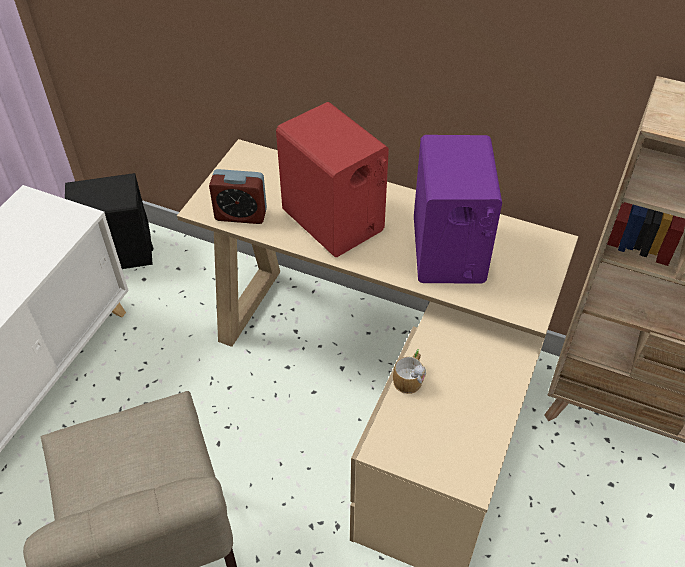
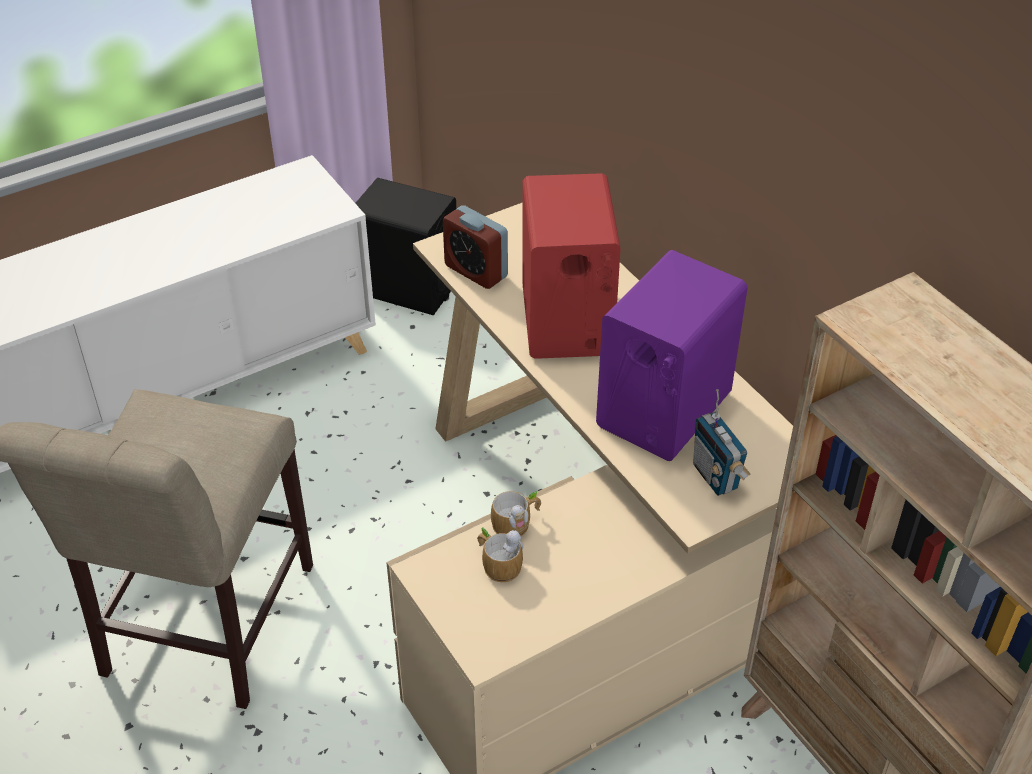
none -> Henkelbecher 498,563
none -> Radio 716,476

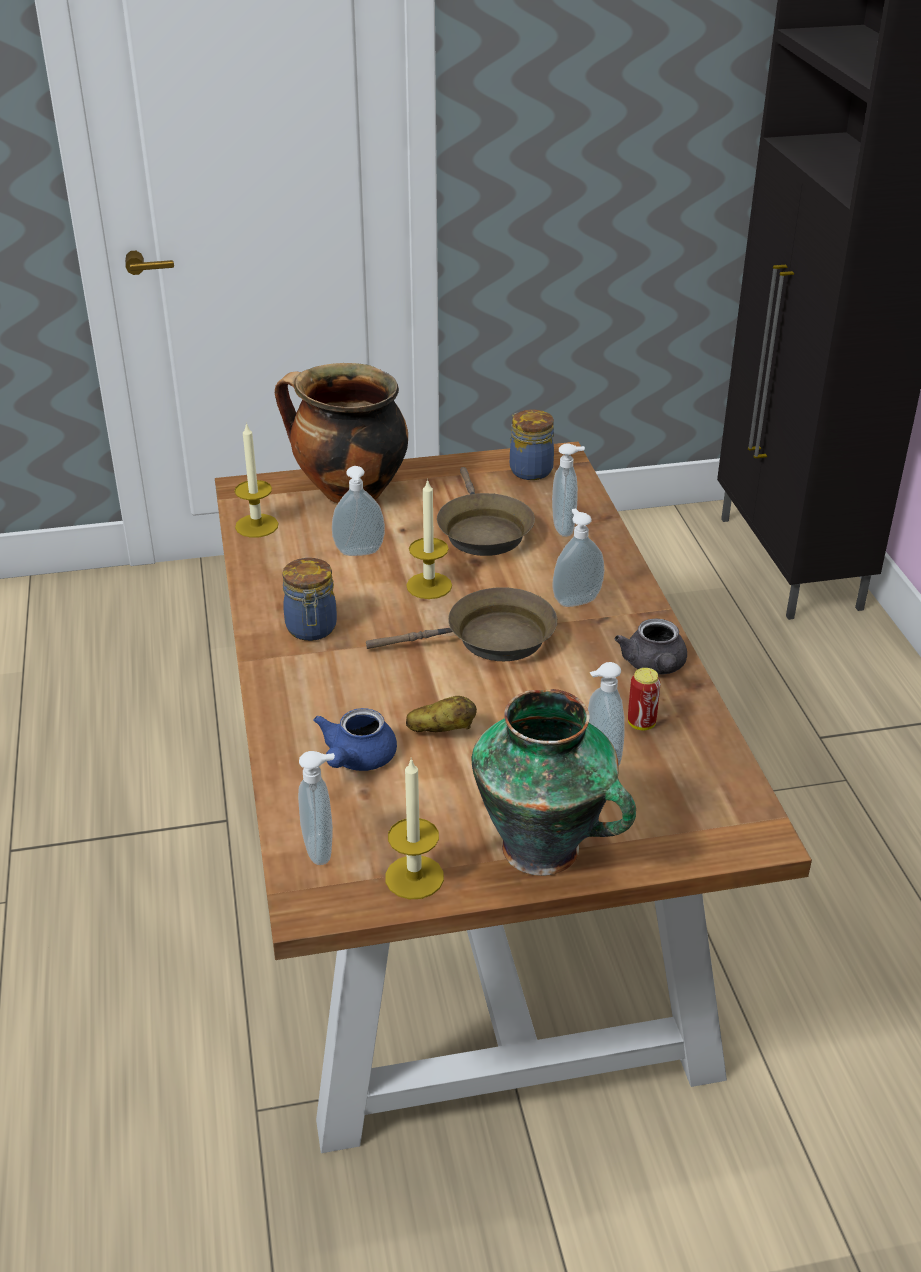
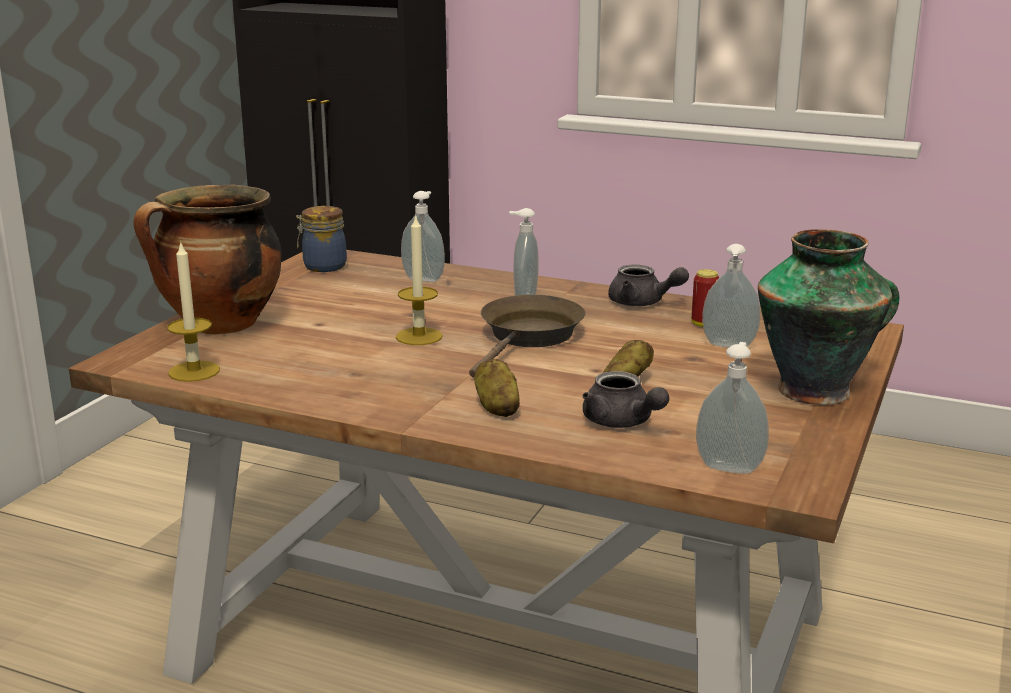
none -> Kartoffel 496,407
Teekanne (blau) 356,760 -> Teekanne (grau) 622,423
Vorratsglas 311,629 -> none
Seifenspender 359,553 -> none
Kerze 414,877 -> none
Pfanne (braun) 482,531 -> none

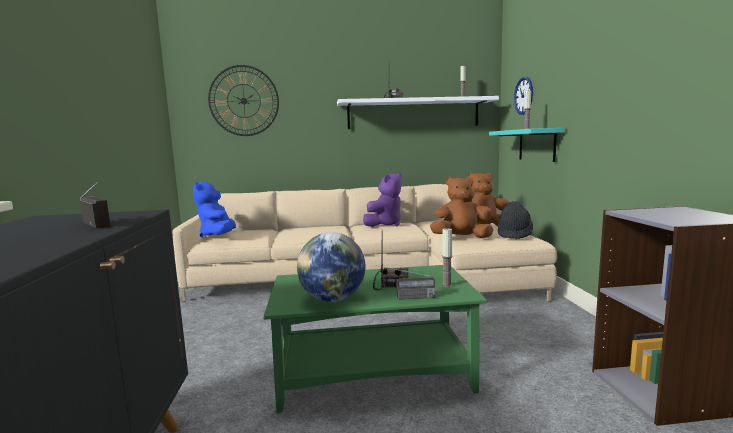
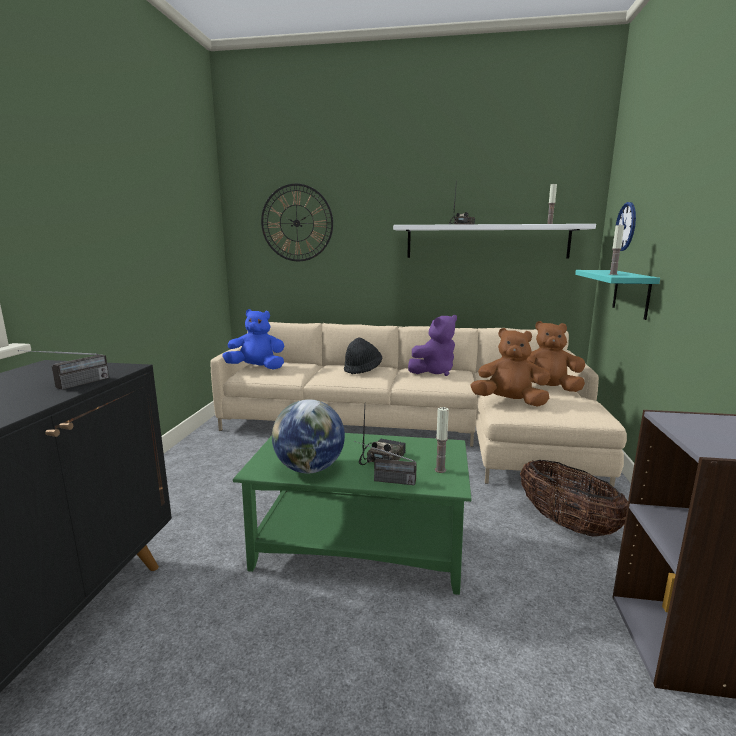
Radio 102,226 -> Radio 71,386, 60 degrees clockwise
Plüschtier (blau) 218,236 -> Plüschtier (blau) 257,368, 90 degrees clockwise
Hut (schwarz) 514,234 -> Hut (schwarz) 362,369, move
none -> Korb 566,524

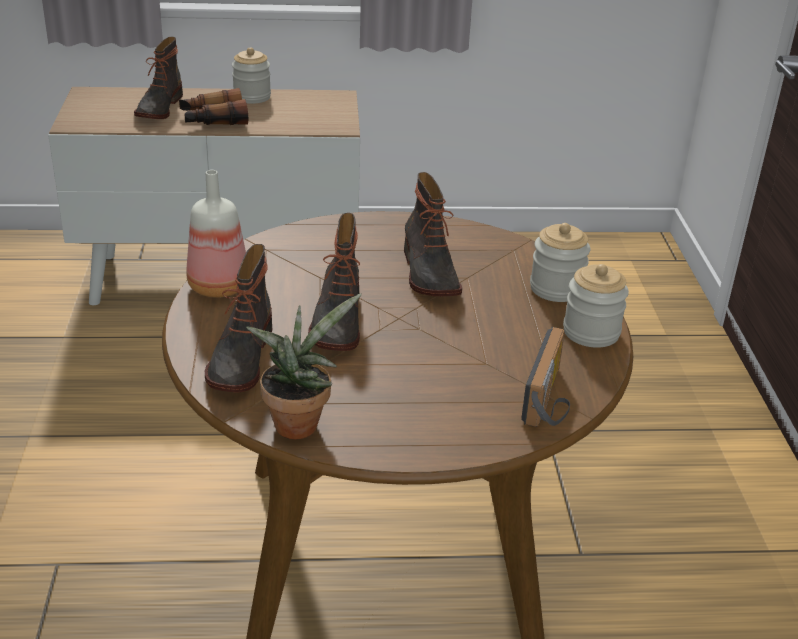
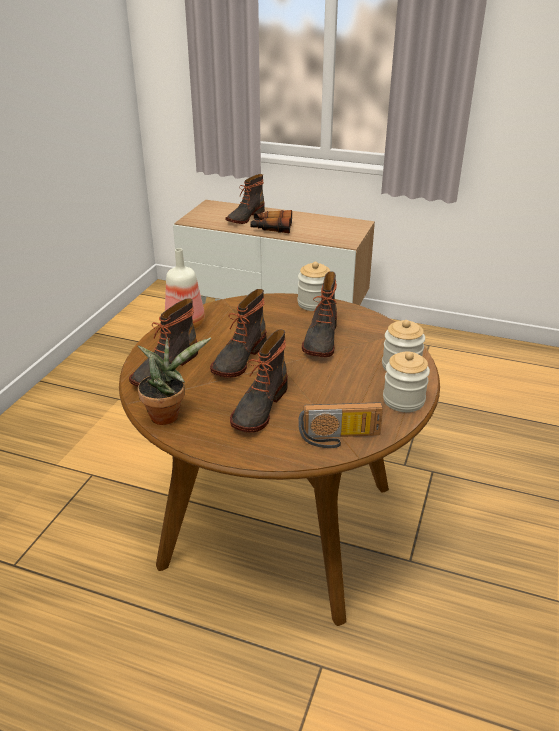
none -> Stiefel 259,407
Vorratsglas 252,97 -> Vorratsglas 314,303, move
Radio 551,399 -> Radio 339,438, 45 degrees clockwise

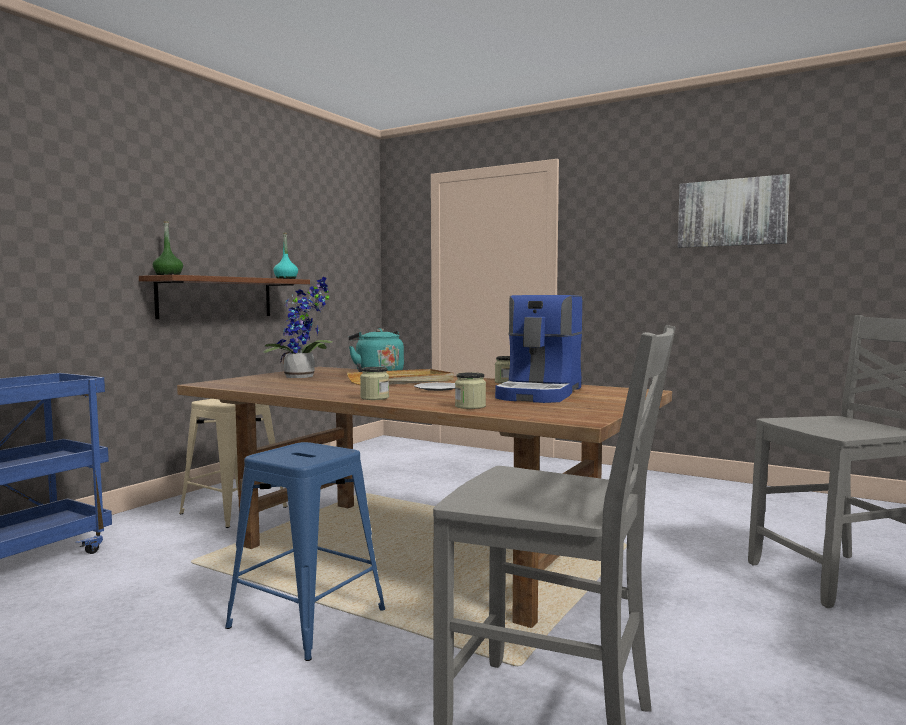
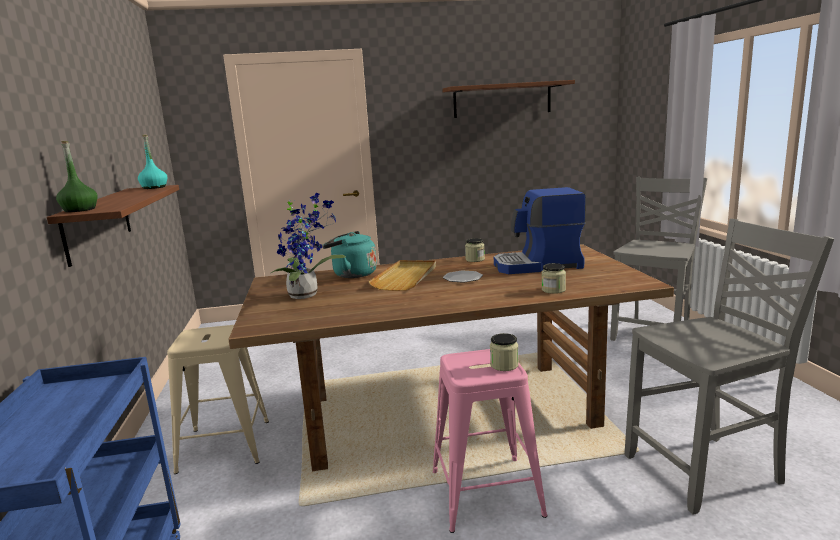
Hocker (blau) 307,619 -> Hocker (rosa) 486,493
Bild 731,213 -> Wandregal 502,100
Vorratsglas 374,398 -> Vorratsglas 504,365, move
Kaffeemaschine 541,393 -> Kaffeemaschine 538,265, 105 degrees clockwise

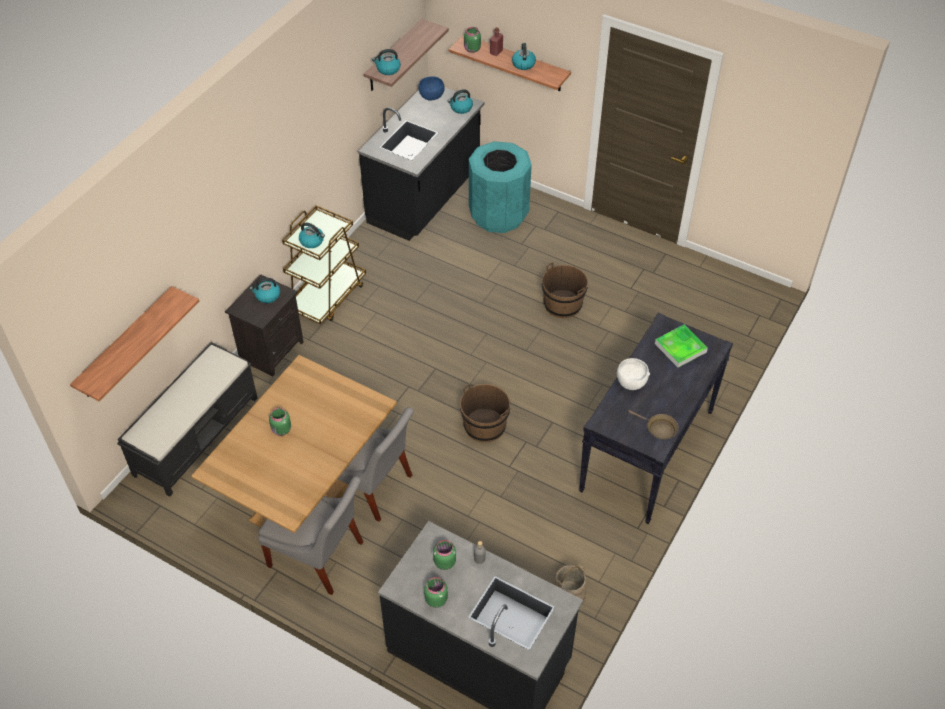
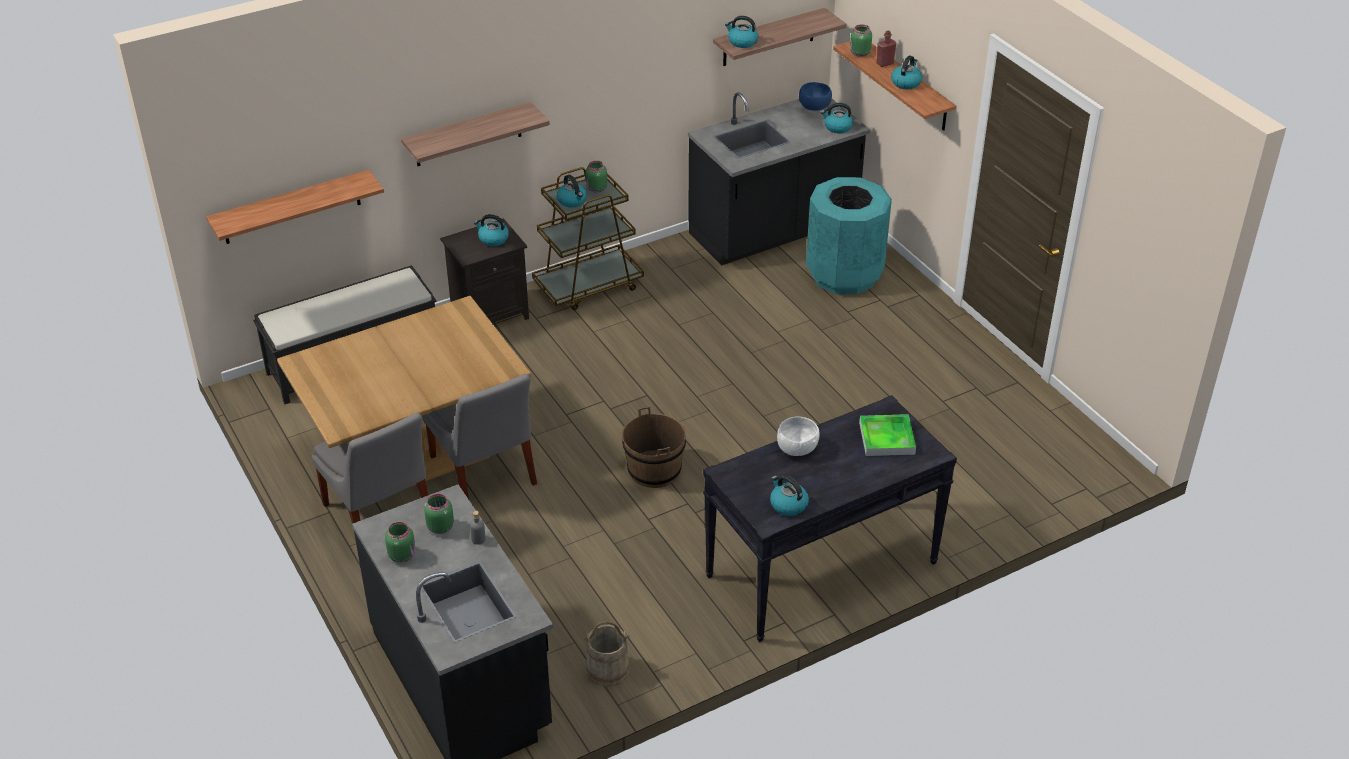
none -> Wandregal 468,135
Vorratsglas (grün) 281,430 -> Vorratsglas (grün) 596,189, move
Pfanne (braun) 659,429 -> Wasserkessel 788,505
Eimer (braun) 562,304 -> none

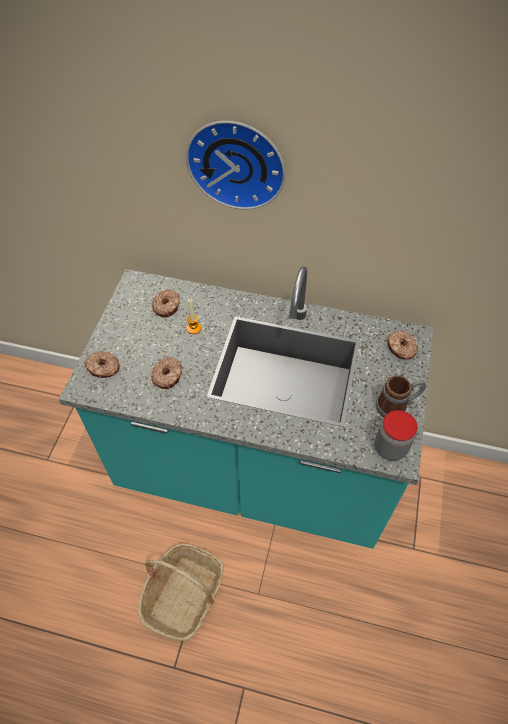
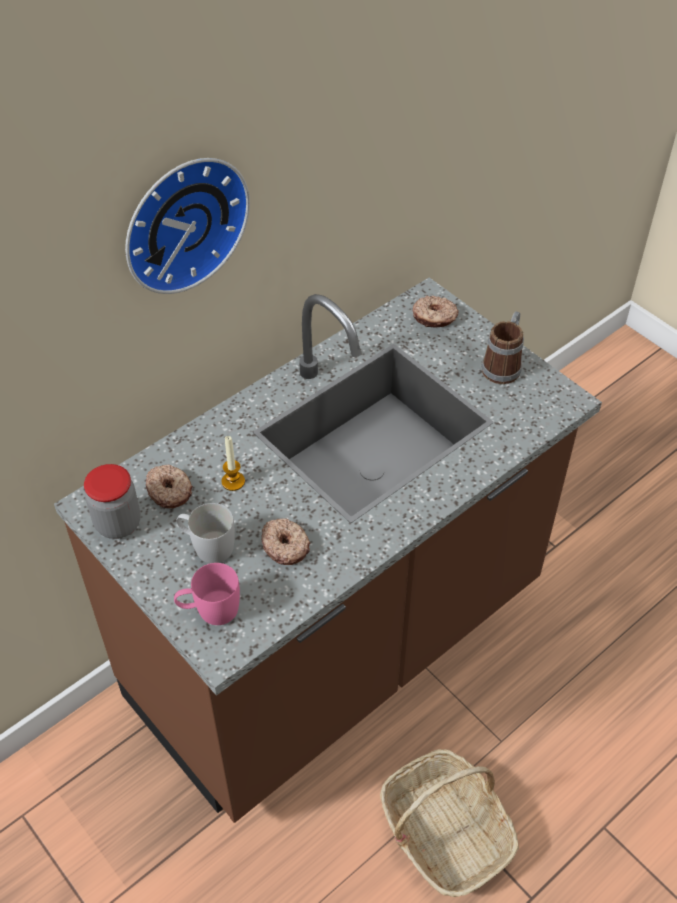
Küchenzeile (türkis) 254,472 -> Küchenzeile (braun) 338,647
Vorratsglas 390,448 -> Vorratsglas 118,523, move
Donut 103,368 -> Henkelbecher (rosa) 209,610
none -> Henkelbecher (weiß) 207,545

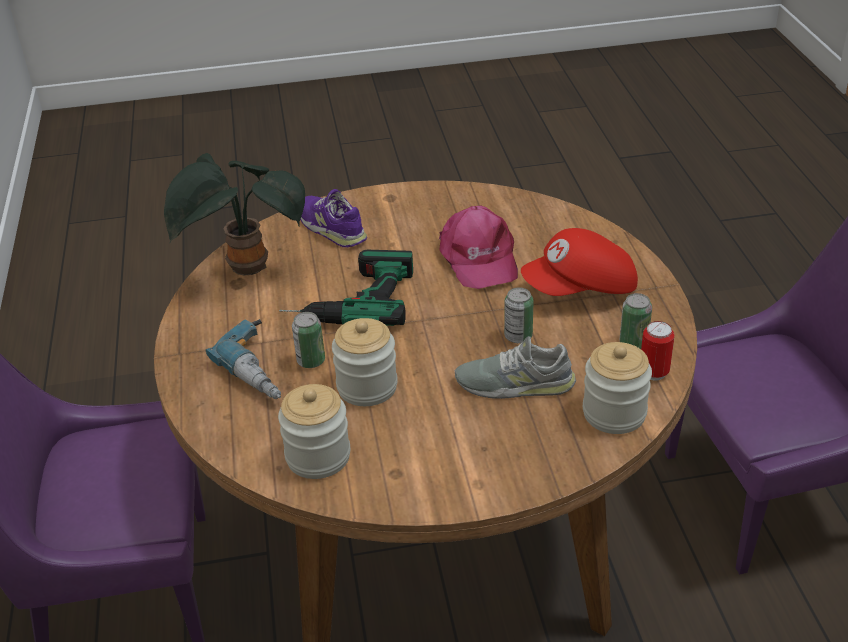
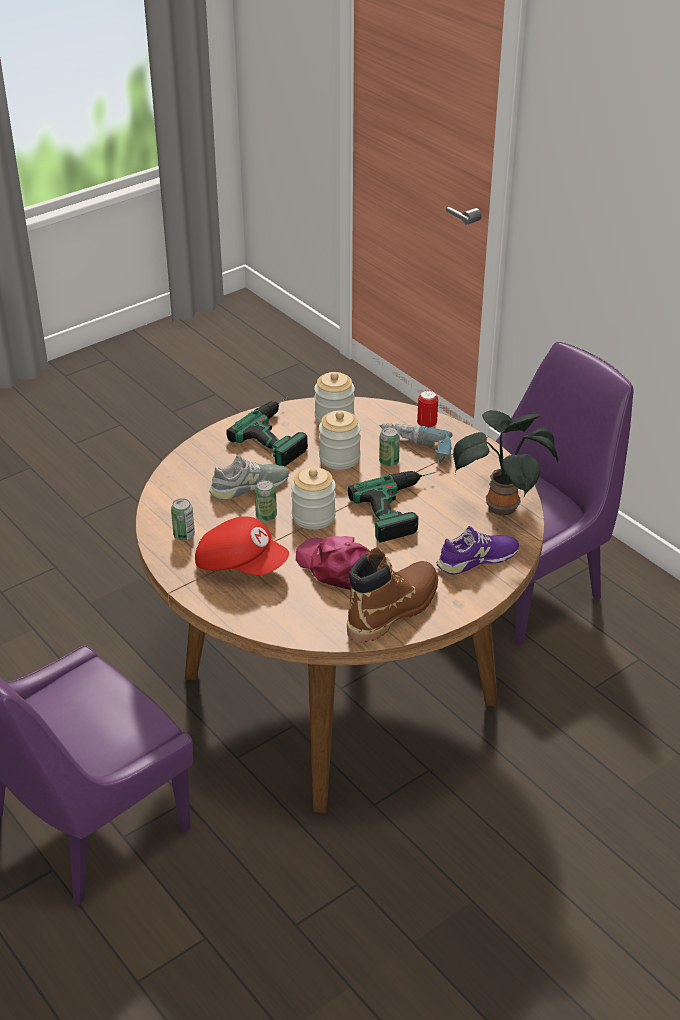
Kappe (rot) 581,289 -> Kappe (rot) 241,564, 75 degrees clockwise
none -> Bohrmaschine 281,433
Vorratsglas 614,413 -> Vorratsglas 313,517, move
none -> Stiefel (braun) 393,610
Dose 654,372 -> Dose 427,425, move
Schuh (lila) 331,227 -> Schuh (lila) 477,559, 45 degrees counterclockwise

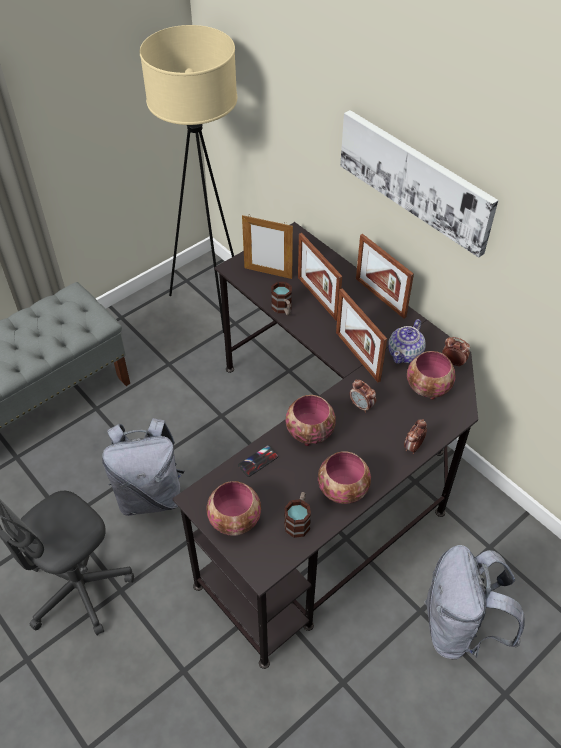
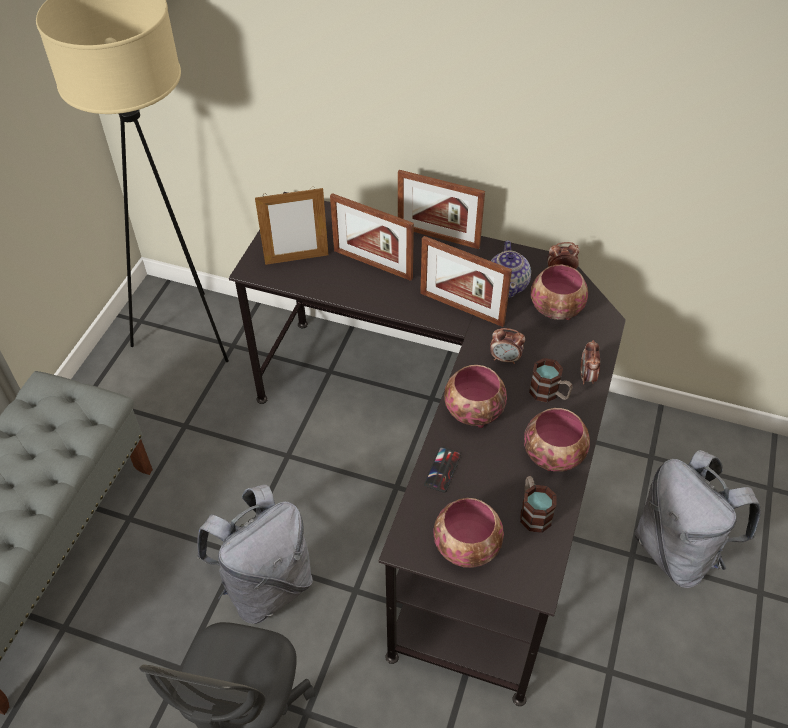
Henkelbecher 283,309 -> Henkelbecher 549,393, move
Bild 415,179 -> none

